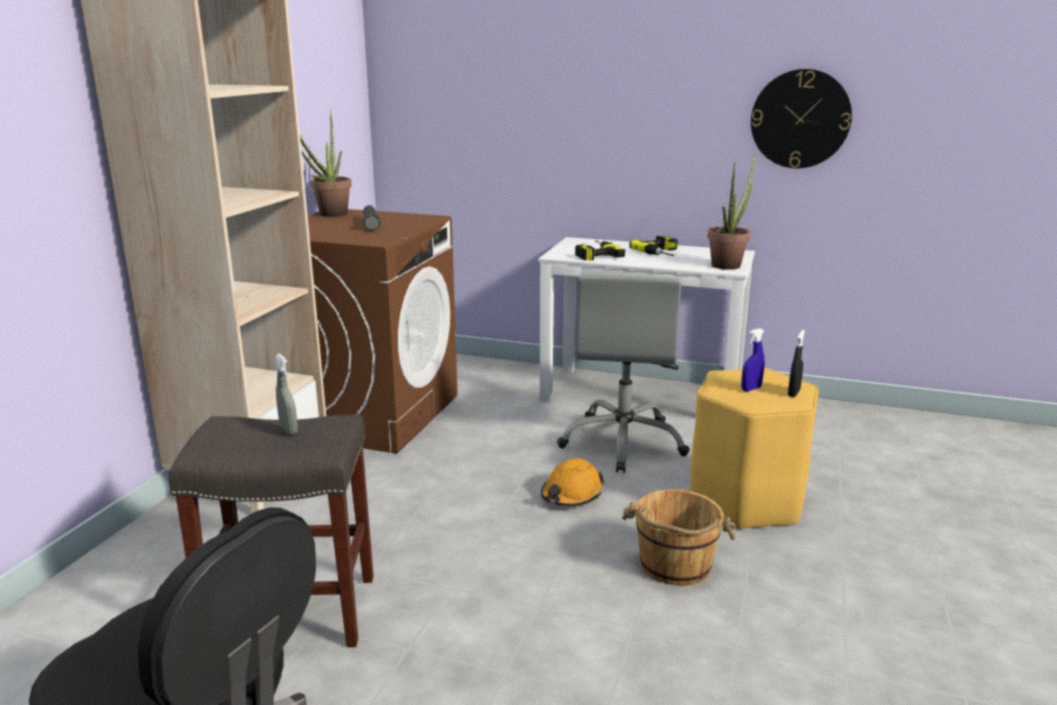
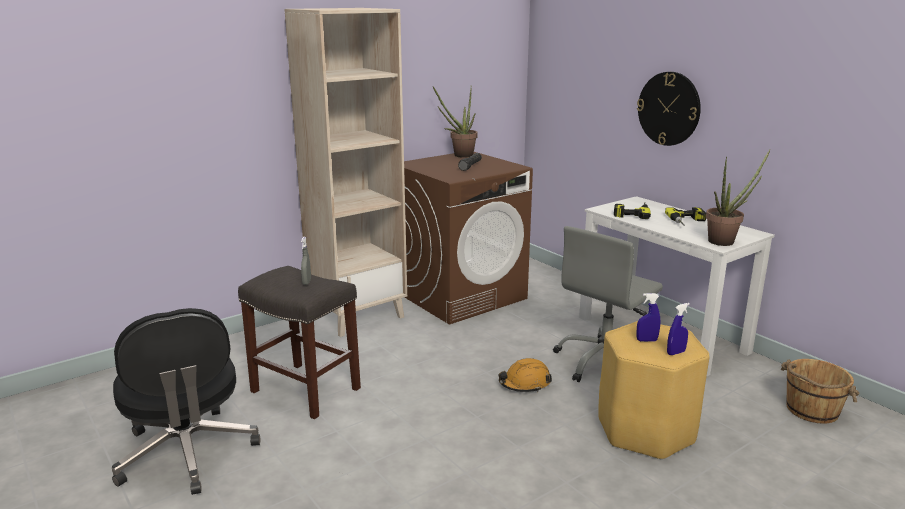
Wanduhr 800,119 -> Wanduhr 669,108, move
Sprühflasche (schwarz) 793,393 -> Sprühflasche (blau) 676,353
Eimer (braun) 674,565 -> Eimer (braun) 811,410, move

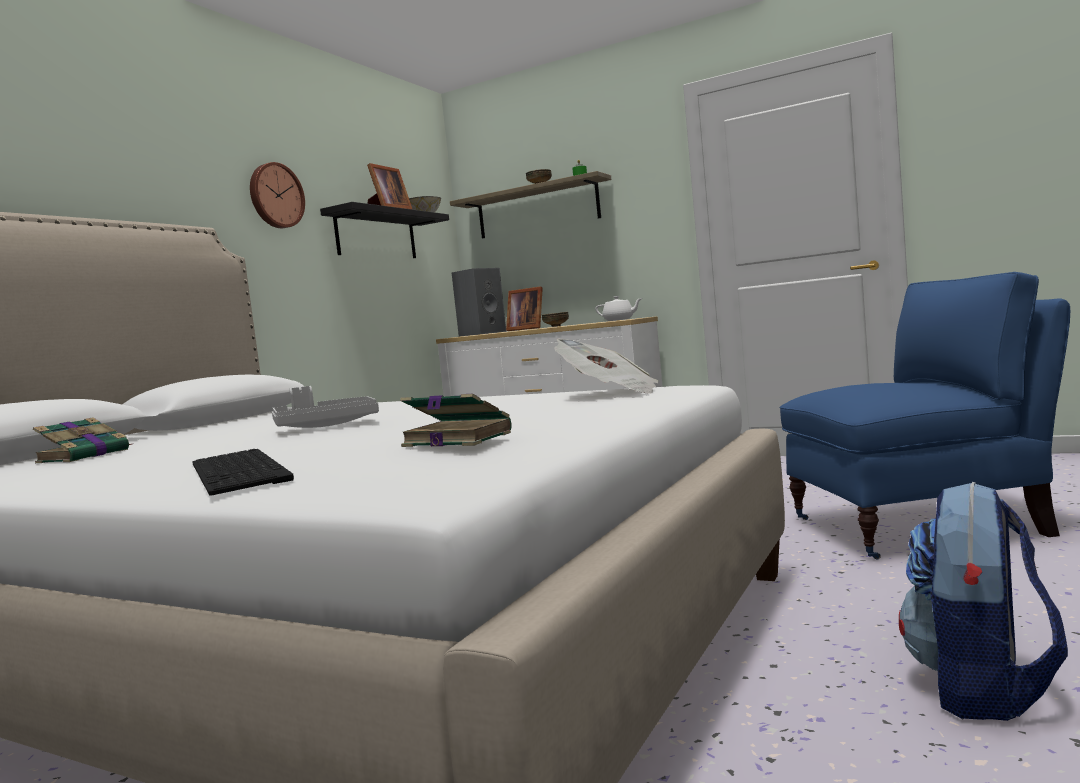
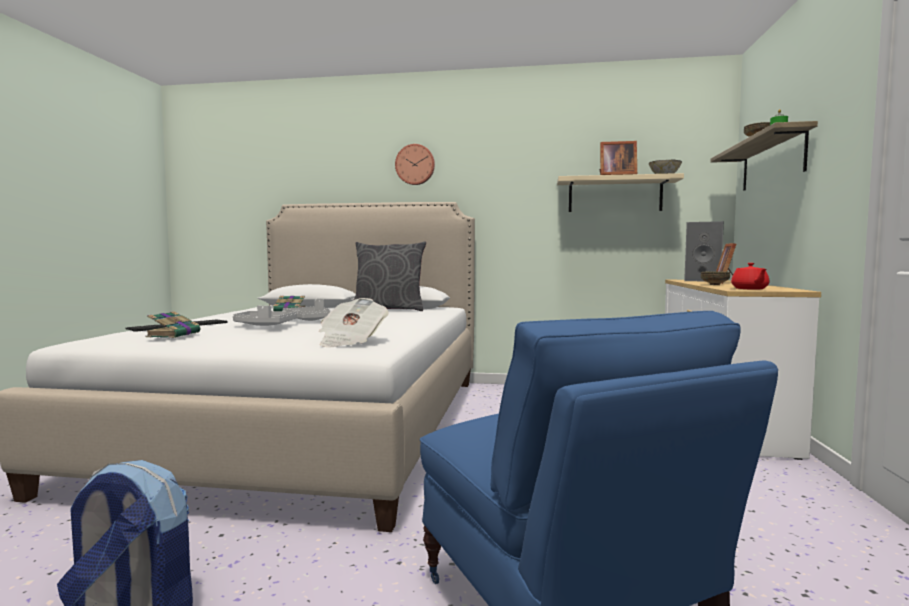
none -> Tablett (grau) 264,325
none -> Kissen (grau) 388,309
Wanduhr 275,196 -> Wanduhr 415,165, move
Wandregal (schwarz) 376,235 -> Wandregal (beige) 615,195
Teekanne (weiß) 619,320 -> Teekanne (rot) 749,289

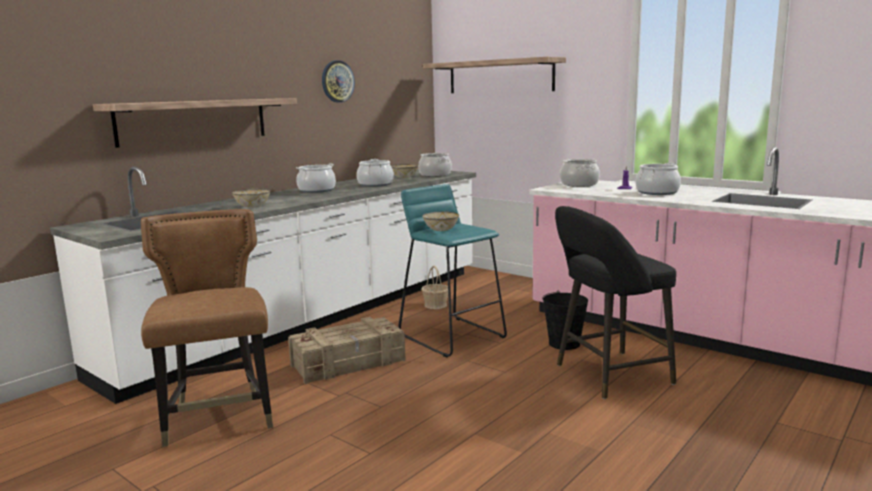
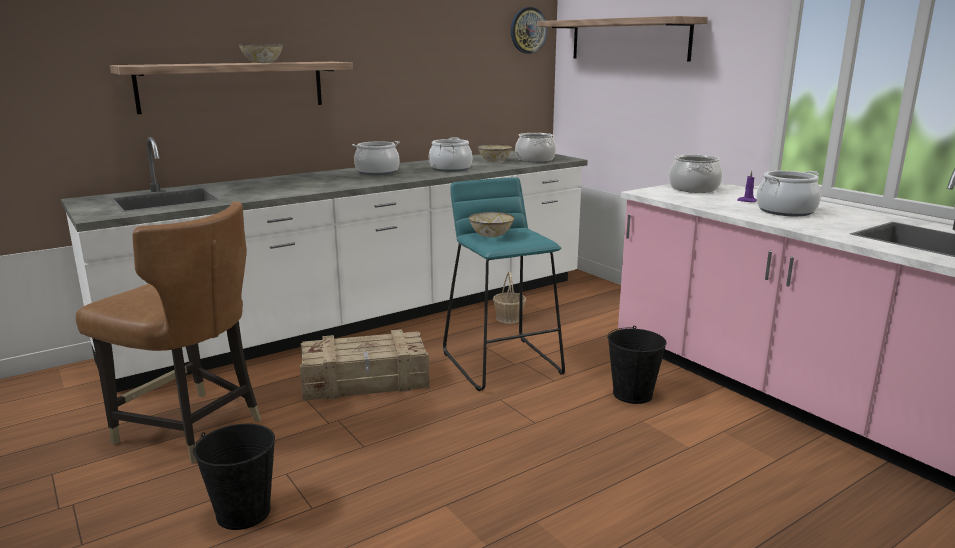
Stuhl (braun) 219,417 -> Stuhl (braun) 191,429, 120 degrees clockwise
none -> Eimer (schwarz) 243,512
Schüssel 253,206 -> Schüssel 263,63, move
Wanduhr 337,81 -> Wanduhr 528,30, move
Hocker (schwarz) 608,375 -> none

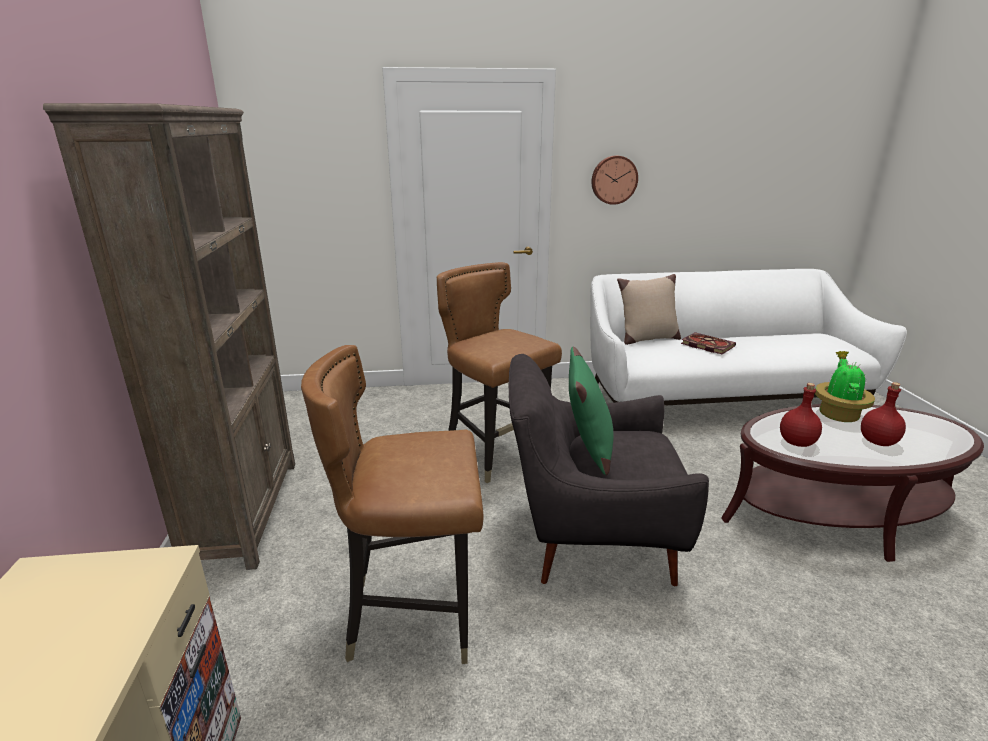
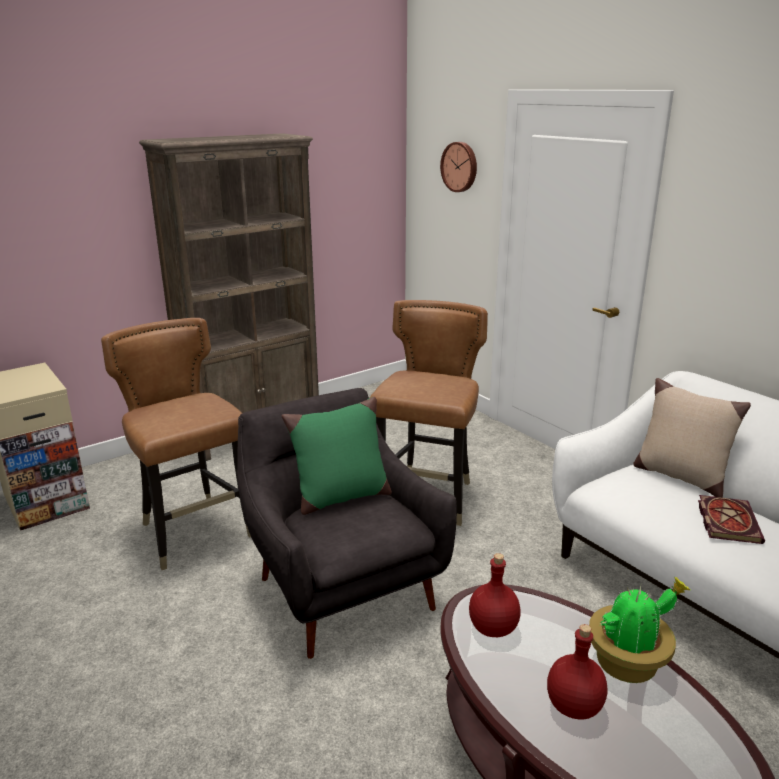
Wanduhr 613,180 -> Wanduhr 460,167, move

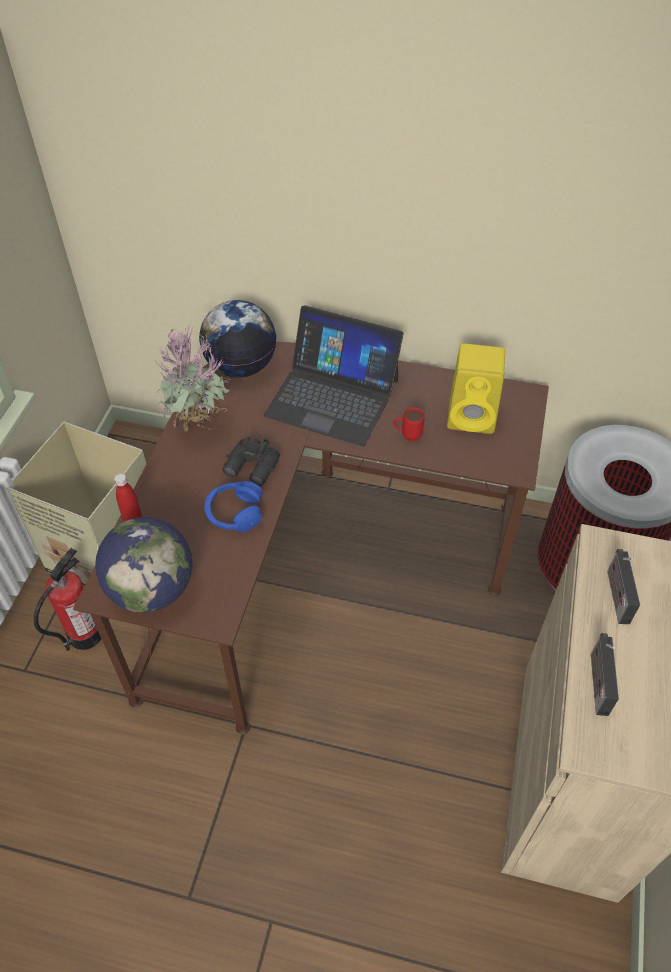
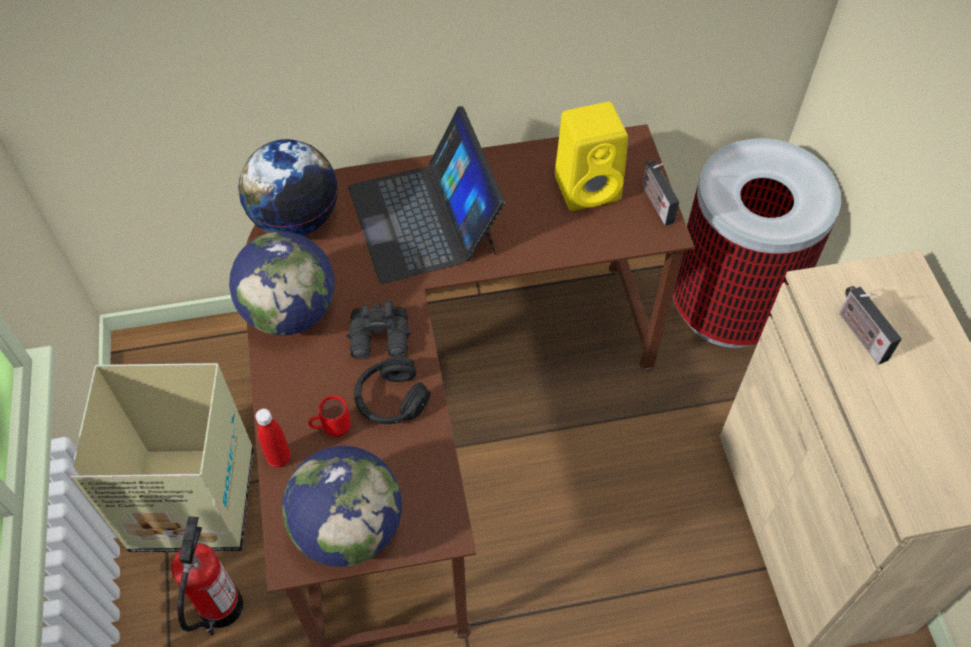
Topfpflanze 200,427 -> Globus 290,312
Henkelbecher (rot) 407,436 -> Henkelbecher (rot) 331,430, move
Laptop 333,397 -> Laptop 424,219, 75 degrees clockwise
Kopfhörer (blau) 234,513 -> Kopfhörer (schwarz) 390,399
Radio 597,681 -> Radio 655,202, move

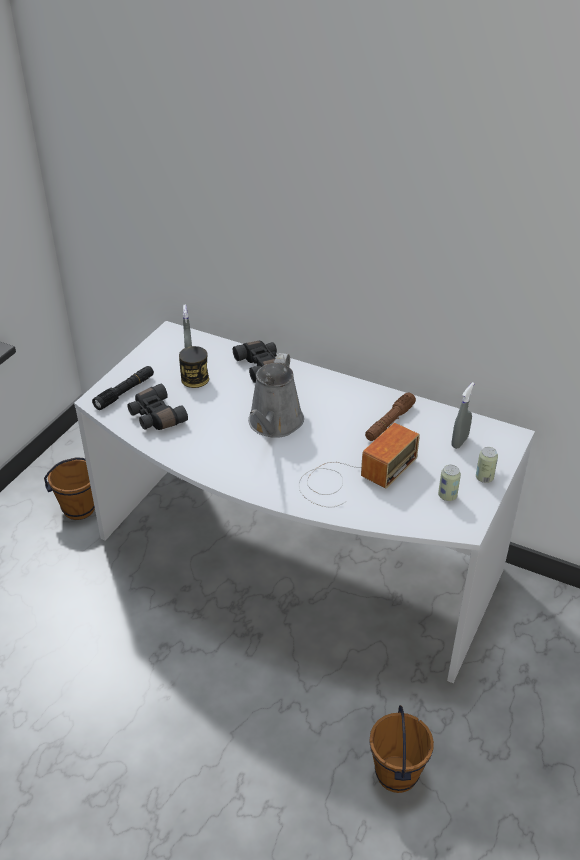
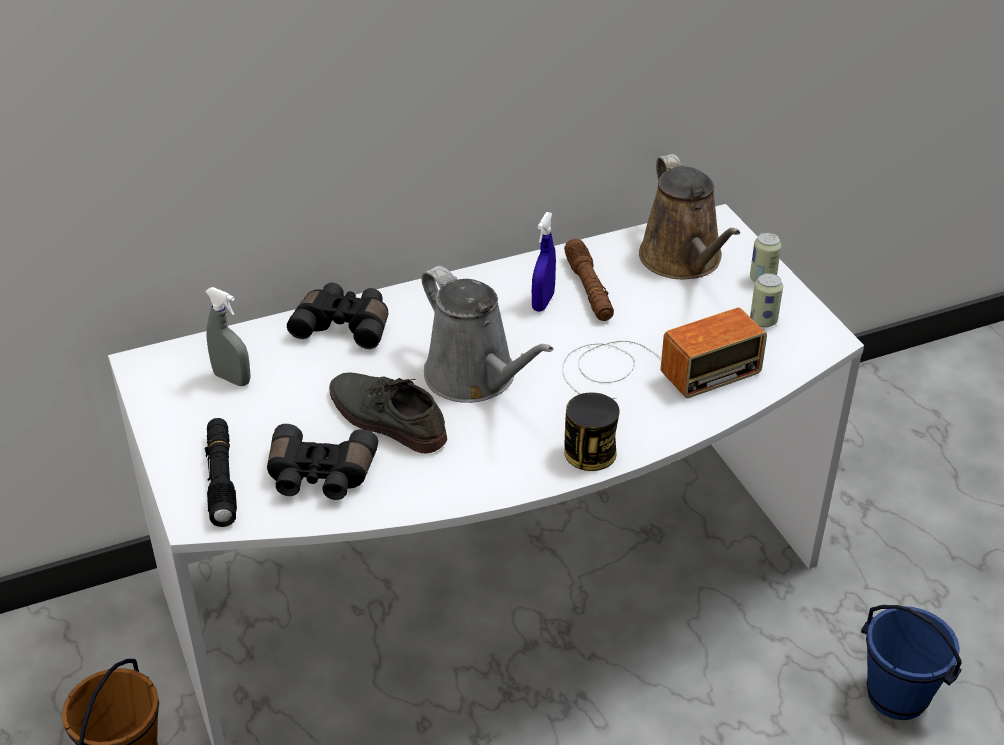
none -> Schuh (grau) 385,418
none -> Sprühflasche (blau) 543,302
Radio 353,476 -> Radio 651,369, 75 degrees clockwise
Dose 195,379 -> Dose 590,452, move
Sprühflasche (grau) 459,442 -> Gießkanne (braun) 684,260
Eimer (braun) 397,774 -> Eimer (blau) 897,696

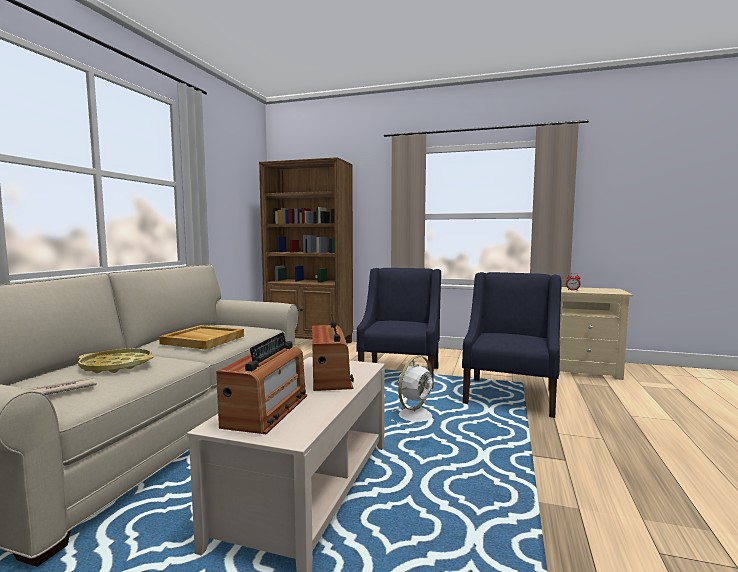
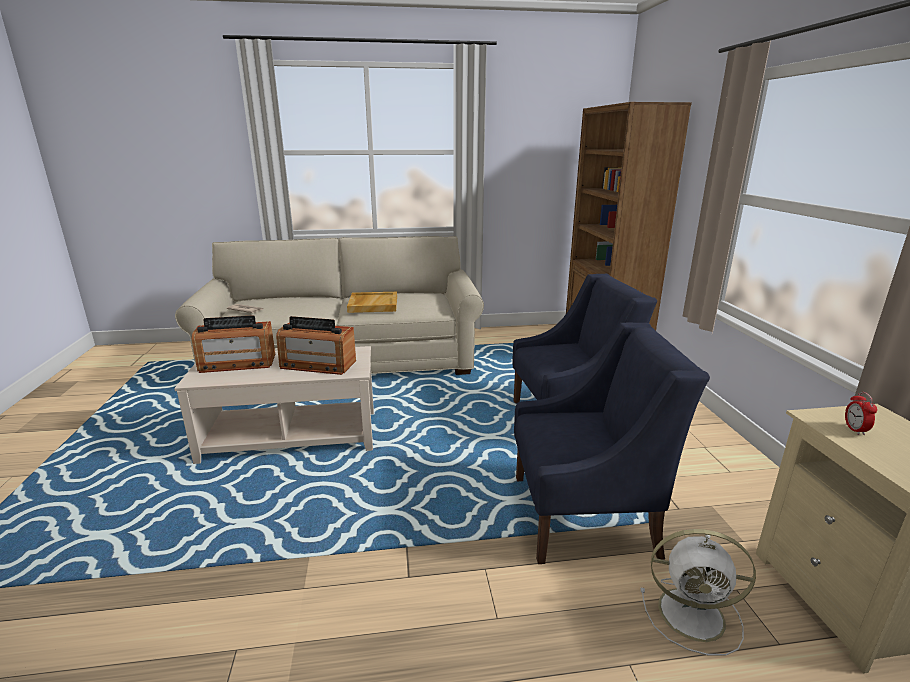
Radio 330,376 -> Radio 318,364, 45 degrees clockwise
Ventilator (weiß) 416,415 -> Ventilator (weiß) 694,614, move
Tablett (gelb) 116,366 -> none

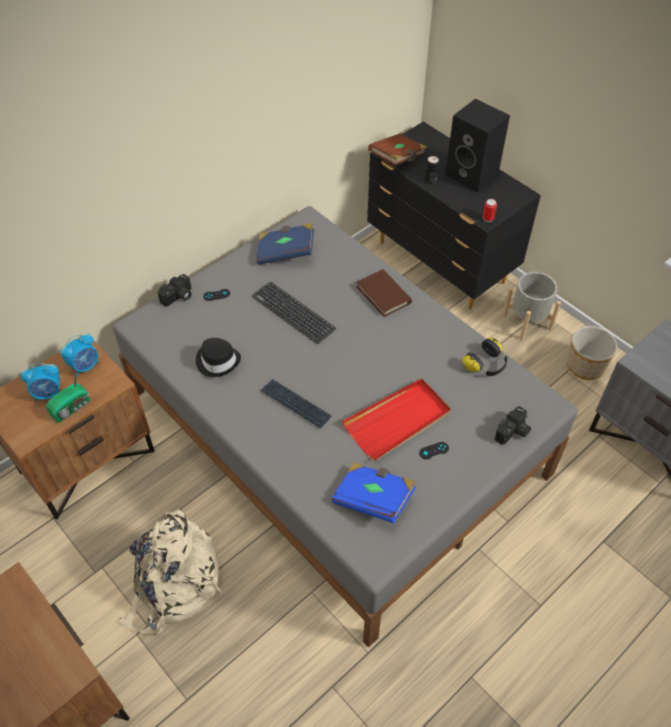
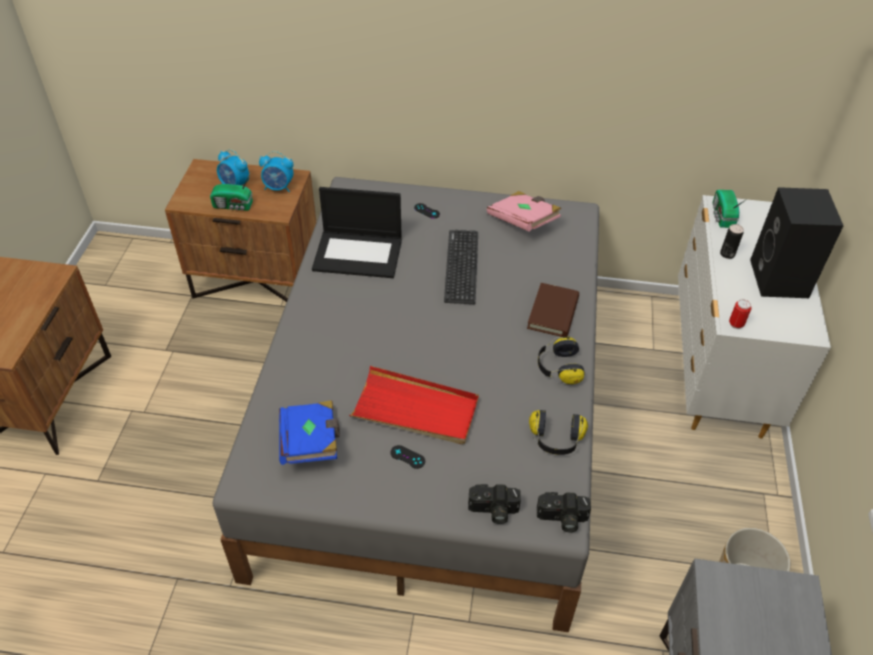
Hut (schwarz) 218,361 -> Laptop 359,254
Buch (blau) 285,252 -> Buch (rosa) 523,221
Kamera 178,297 -> Kamera 562,519, move
none -> Kopfhörer 558,368
Kommode (schwarz) 441,264 -> Kommode (weiß) 718,371
Buch (braun) 397,159 -> Radio 722,216
Rucksack (beige) 173,585 -> none
Tastatur 295,404 -> none
Pflanzkübel (grau) 527,321 -> none

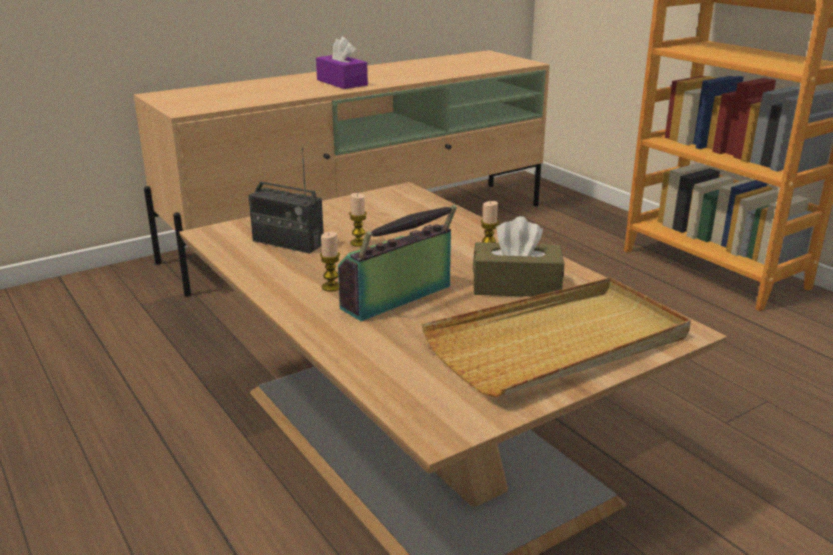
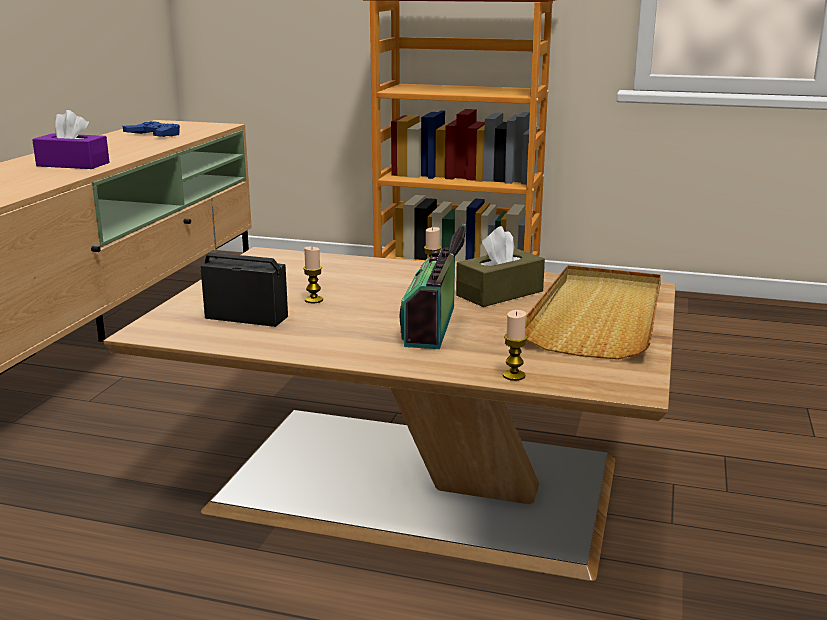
none -> Gamepad (blau) 154,135
Radio 288,243 -> Radio 246,317, 150 degrees counterclockwise
Kerze 331,287 -> Kerze 514,376, move

